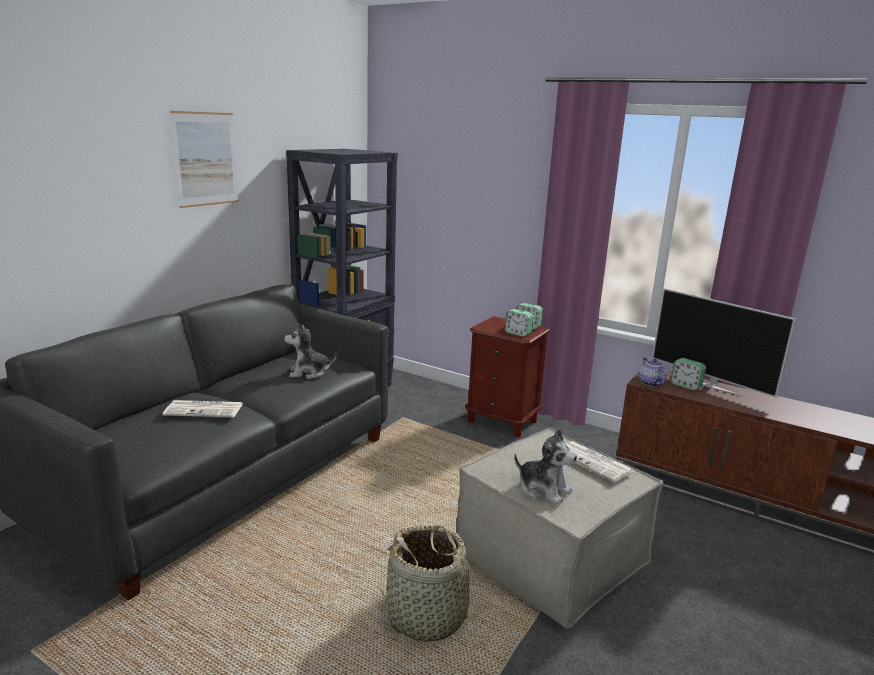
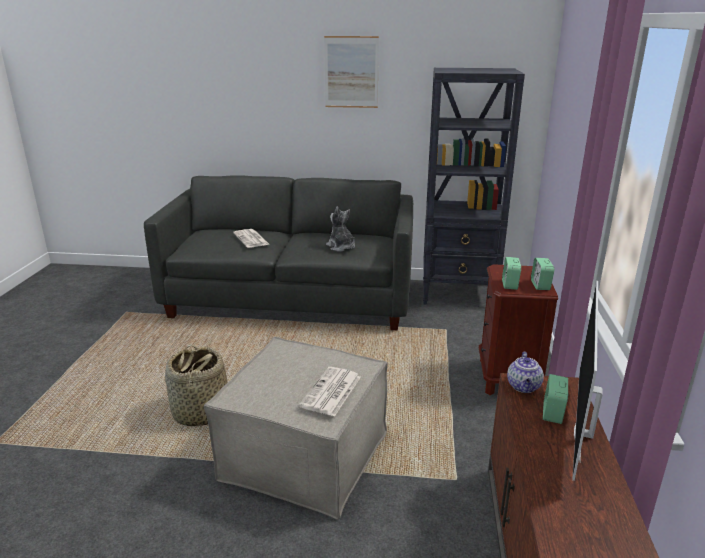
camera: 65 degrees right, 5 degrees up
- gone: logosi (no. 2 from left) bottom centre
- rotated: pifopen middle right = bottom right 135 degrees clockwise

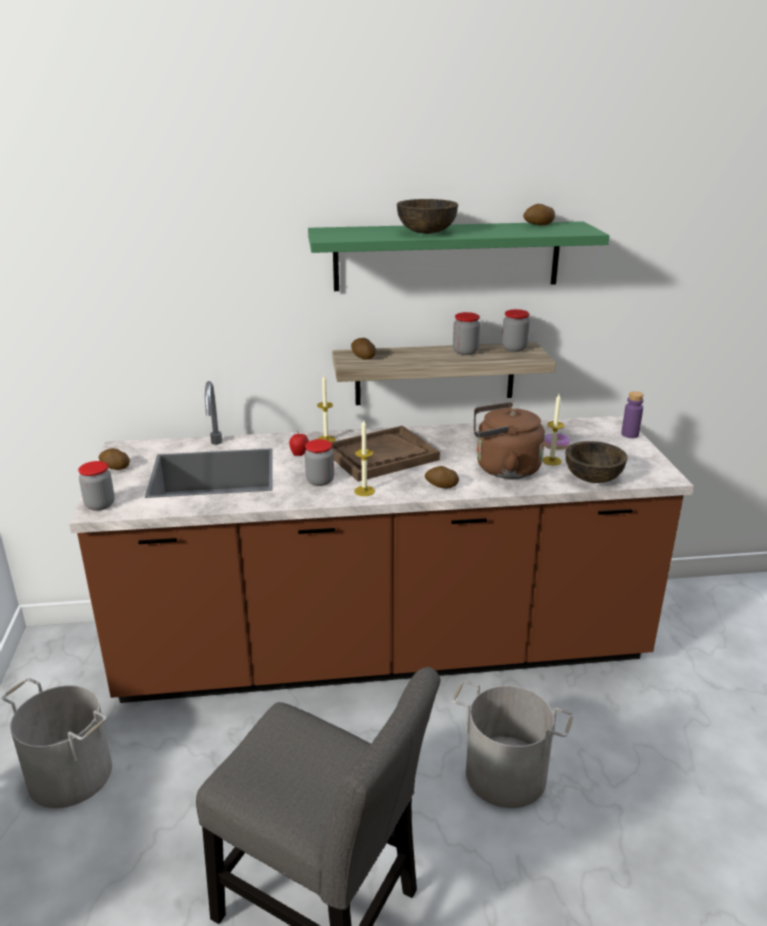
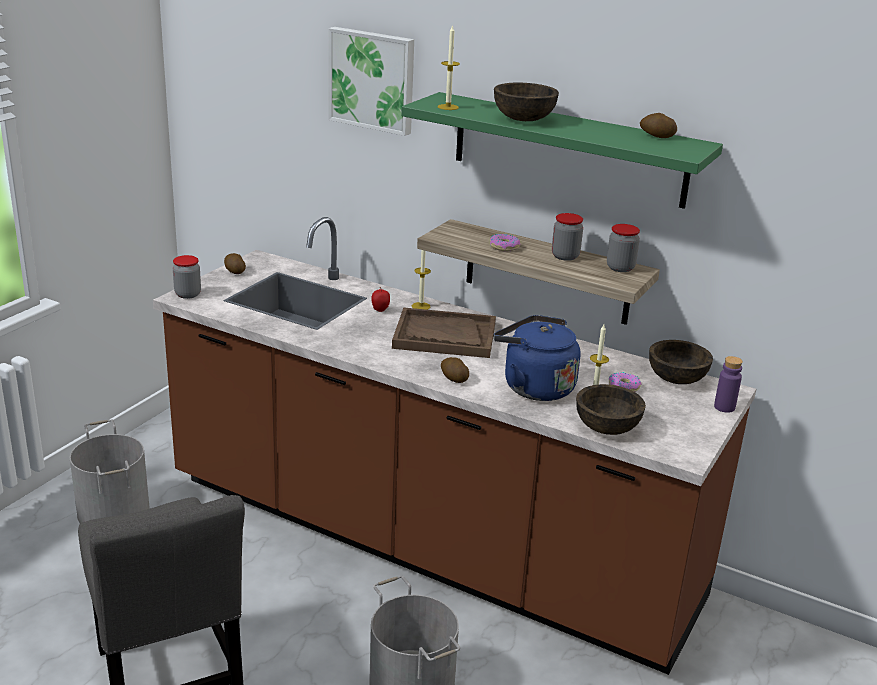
camera: 35 degrees right, 0 degrees up
- gone: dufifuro (no. 2 from left) centre
- gone: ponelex (no. 2 from left) centre
- new: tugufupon top centre
- new: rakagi (no. 1 from left) centre
- new: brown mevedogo (no. 3 from left) middle right
- shifted: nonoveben (no. 2 from left) centre to top centre
- repainted: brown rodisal centre to blue rodisal centre

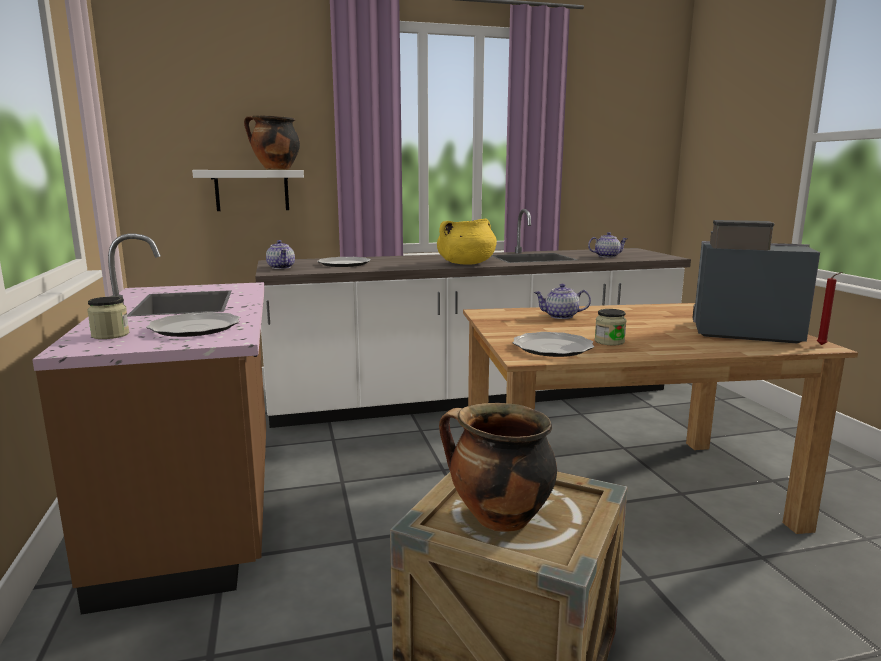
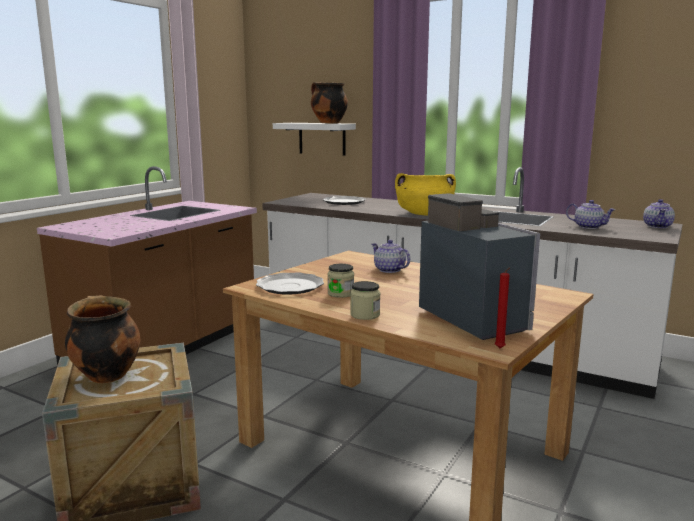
camera: 45 degrees right, 0 degrees up
- gone: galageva (no. 1 from left) middle left
- shifted: dufifuro (no. 1 from left in the first image) middle left to dufifuro (no. 2 from left) centre
- shifted: pifopen (no. 1 from left in the first image) middle left to pifopen (no. 3 from left) middle right

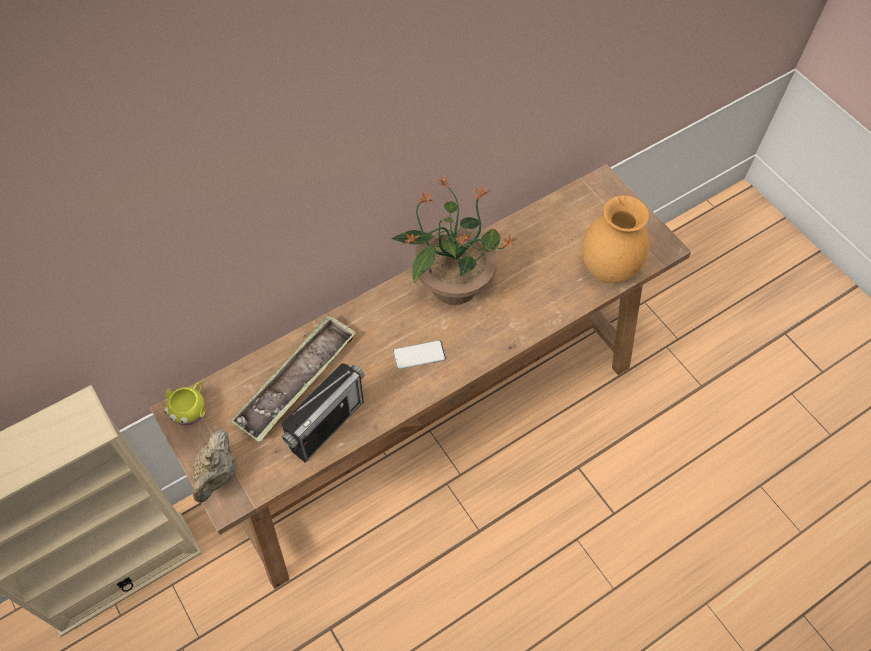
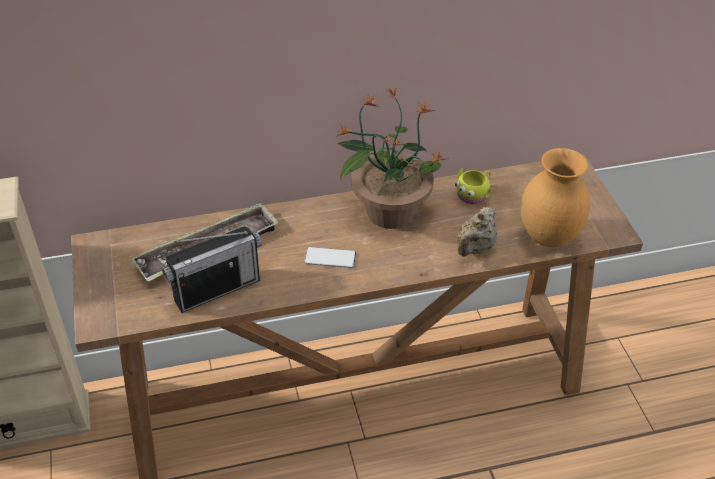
camera: 20 degrees right, 15 degrees down
- shifted: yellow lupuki middle left to centre
- shifted: beige pifopen bottom left to middle right

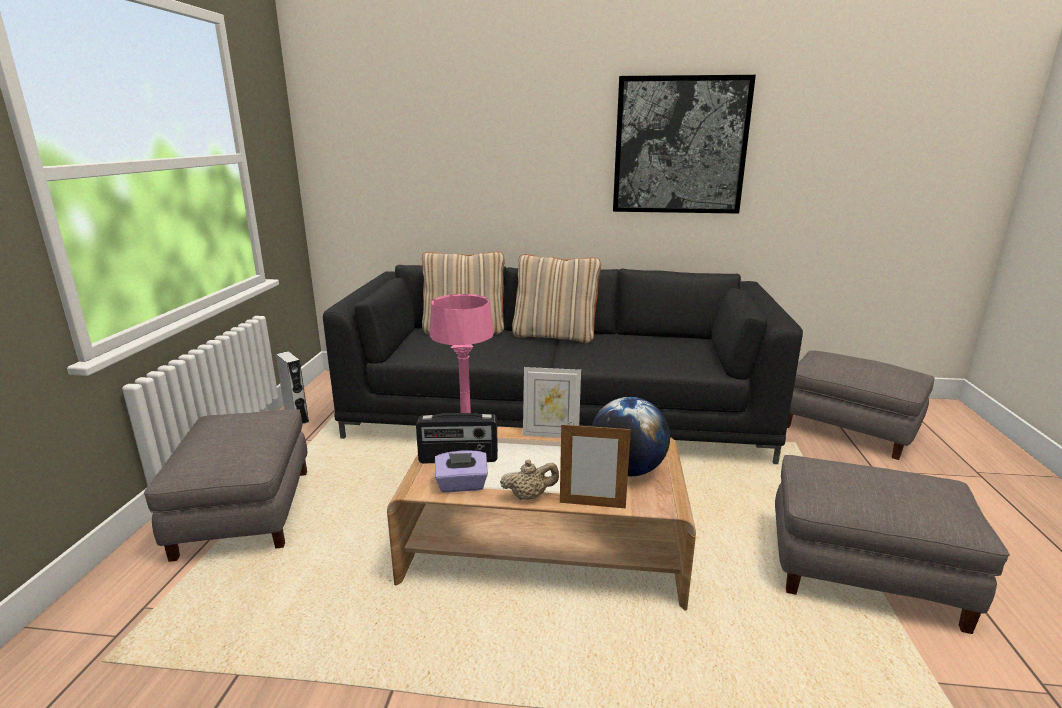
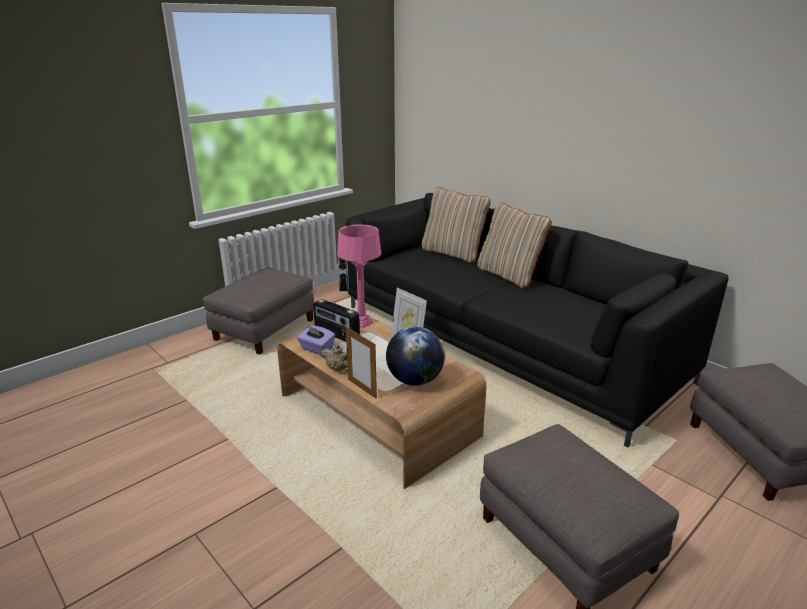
camera: 40 degrees right, 5 degrees up
- gone: tugufupon top centre

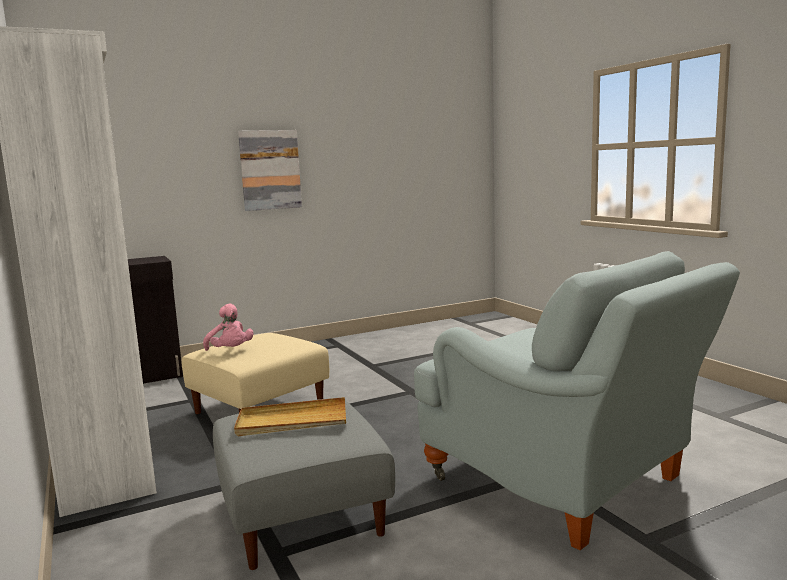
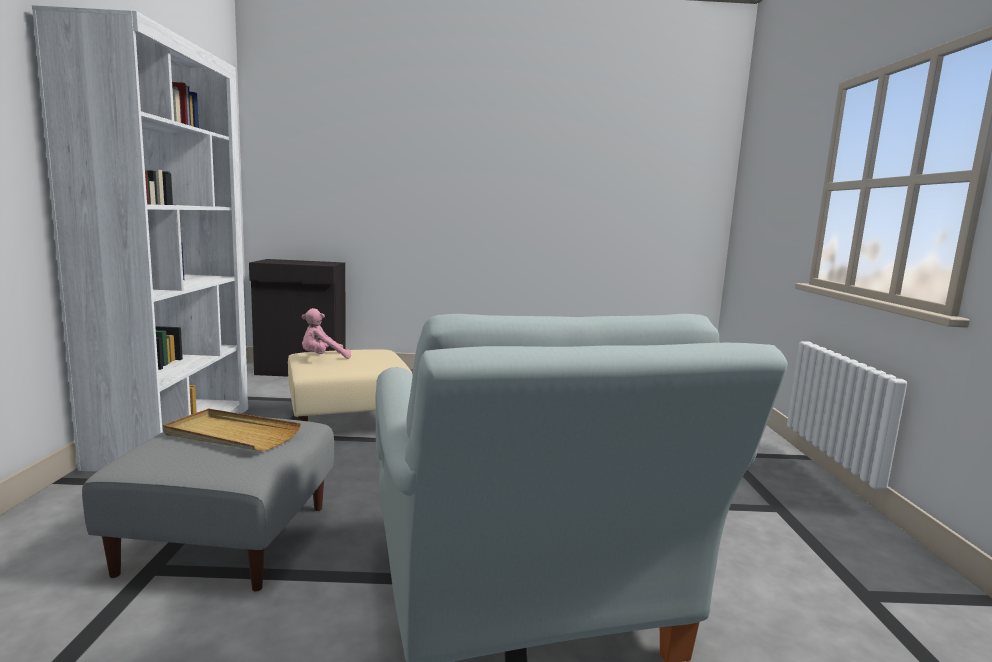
camera: 25 degrees right, 0 degrees up
- gone: tugufupon top centre
- rotated: pink logosi middle left = middle left 75 degrees clockwise

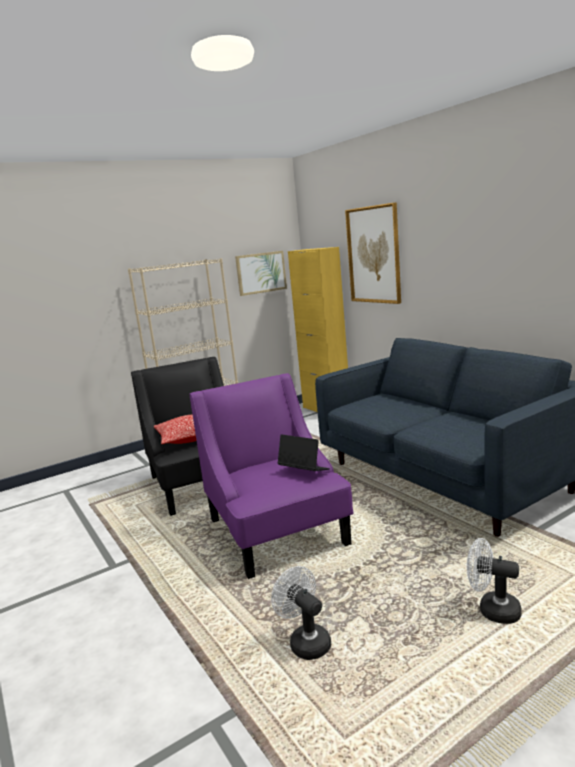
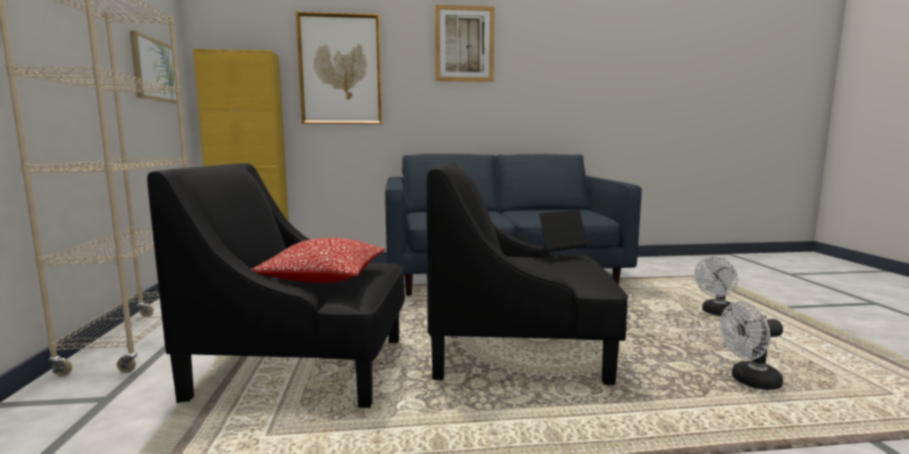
camera: 65 degrees left, 5 degrees down
- new: tugufupon (no. 3 from left) top centre
- repainted: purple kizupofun centre to black kizupofun (no. 2 from left) centre

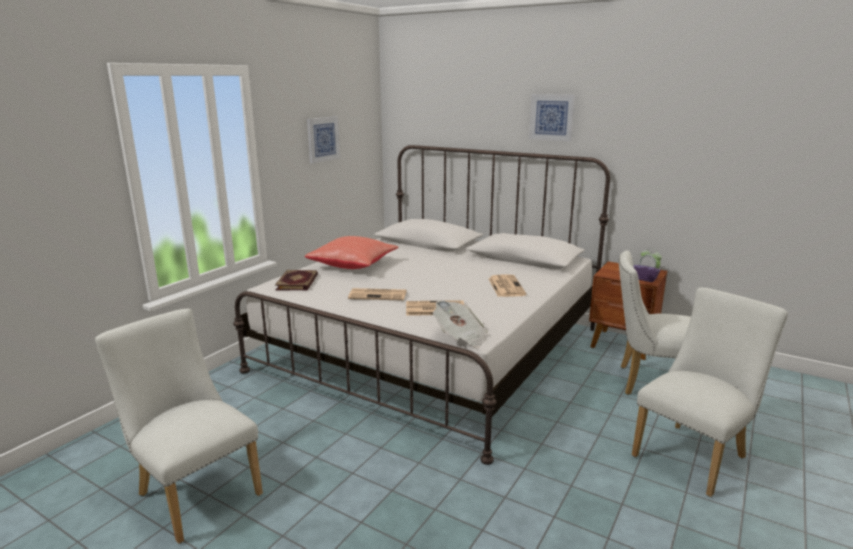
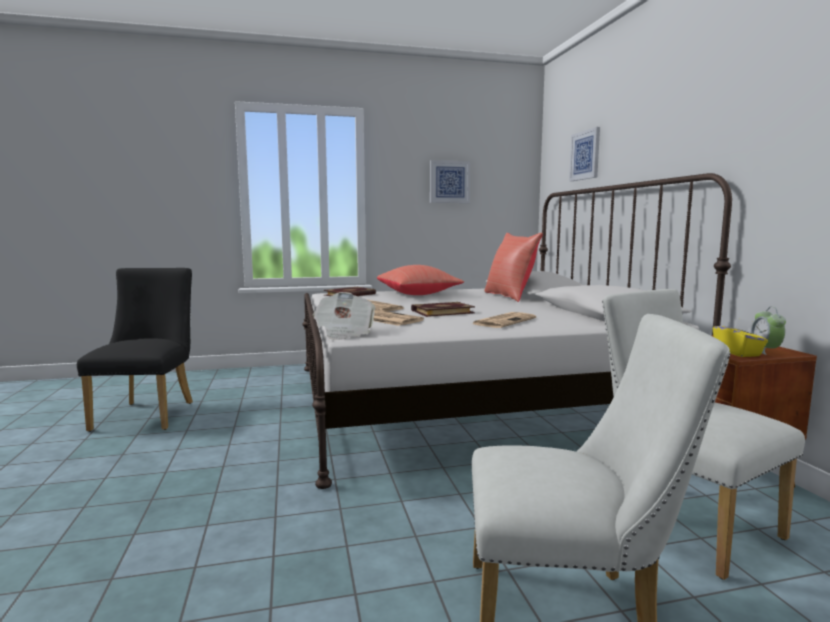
camera: 45 degrees right, 10 degrees down
- new: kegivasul (no. 2 from left) centre
- new: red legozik (no. 2 from left) centre
- shifted: tugufupon (no. 2 from left) top centre to top right
- repainted: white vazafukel (no. 1 from left) bottom left to black vazafukel middle left
- repainted: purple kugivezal middle right to yellow kugivezal middle right

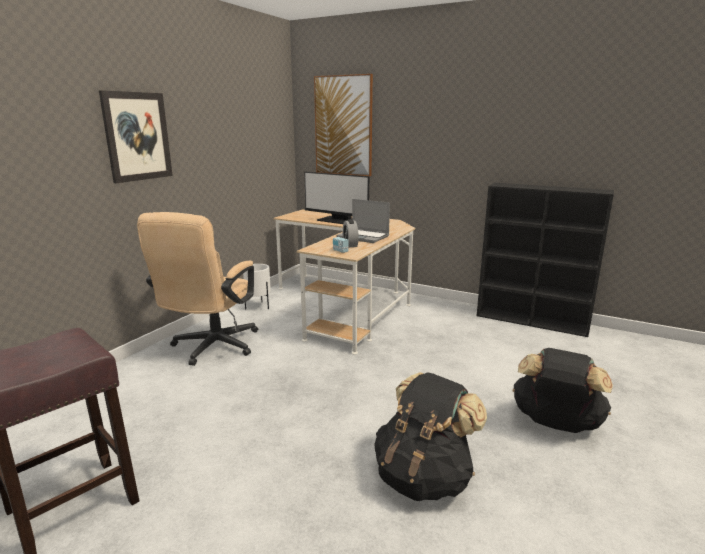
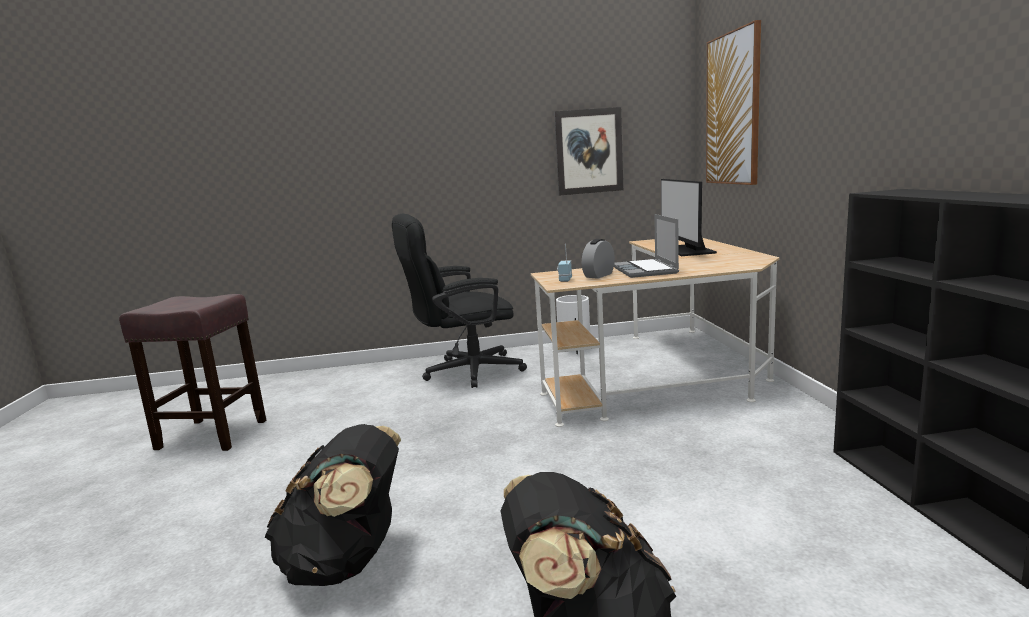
camera: 55 degrees right, 5 degrees down
- shifted: tugufupon (no. 1 from left) top left to top centre
- repainted: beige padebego middle left to black padebego centre

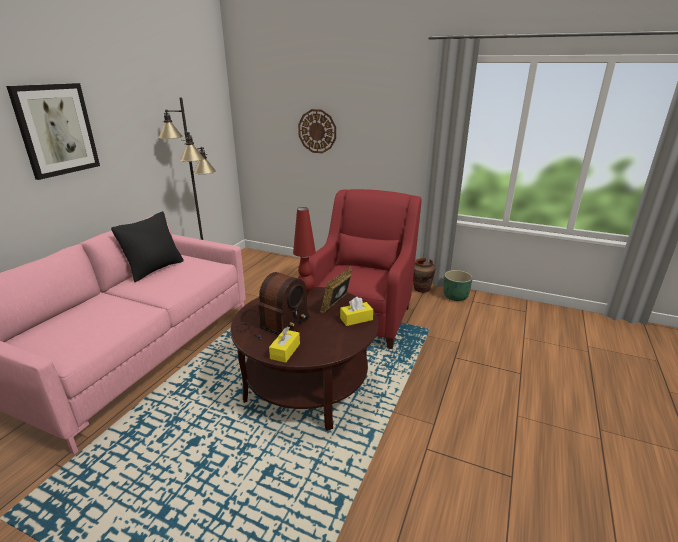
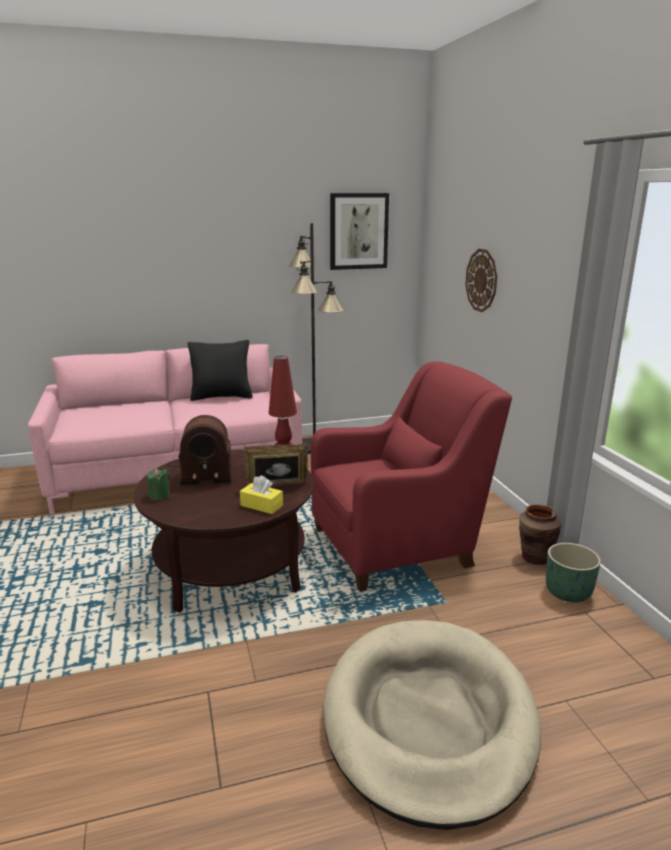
camera: 50 degrees right, 5 degrees down
- new: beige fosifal bottom centre
- shifted: tugufupon top left to top centre
- swapped: yellow kugivezal (no. 1 from left) centre to green nonoveben middle left

